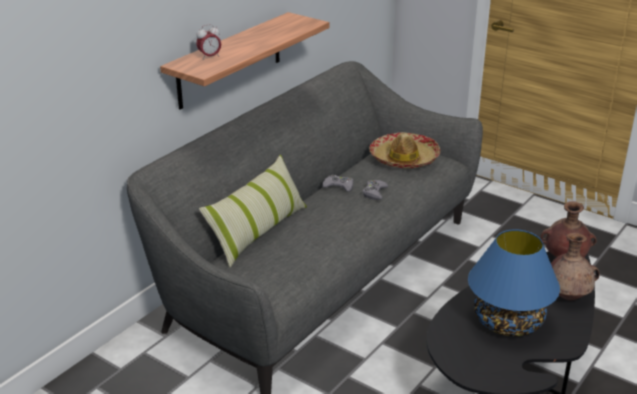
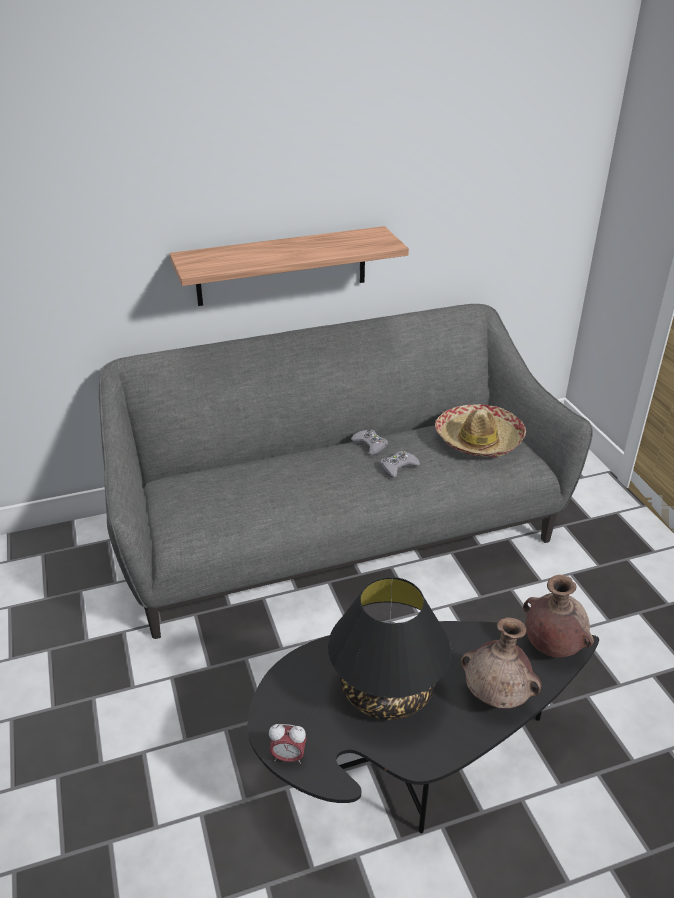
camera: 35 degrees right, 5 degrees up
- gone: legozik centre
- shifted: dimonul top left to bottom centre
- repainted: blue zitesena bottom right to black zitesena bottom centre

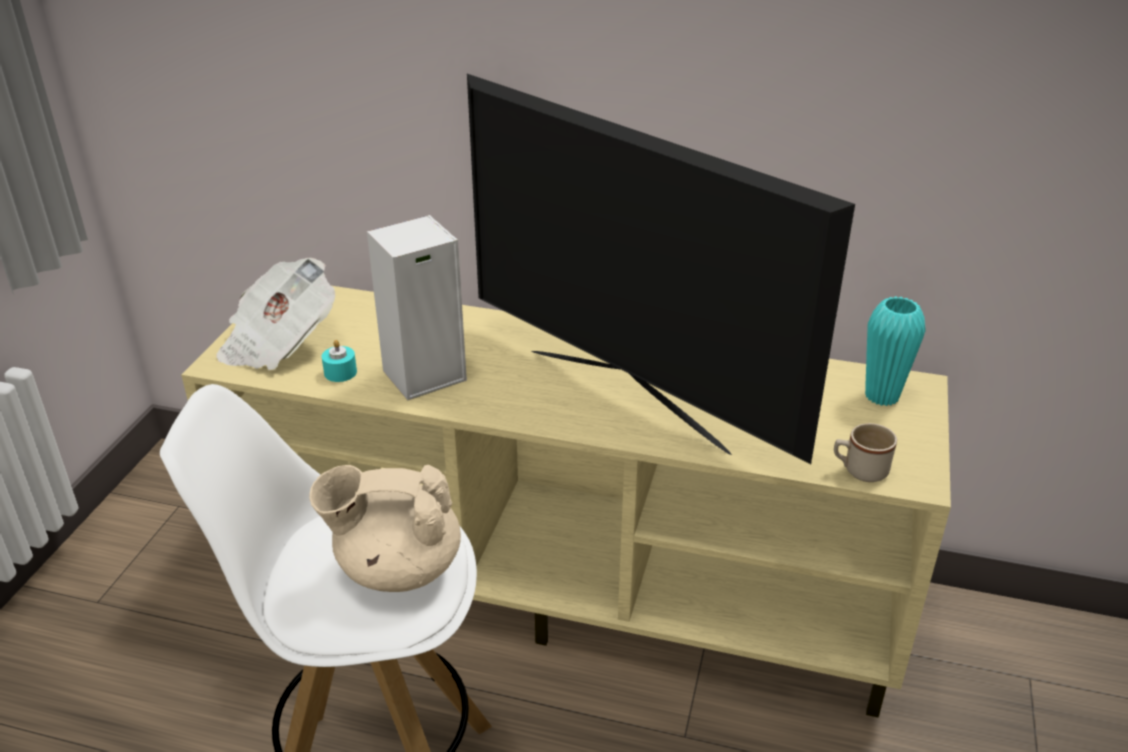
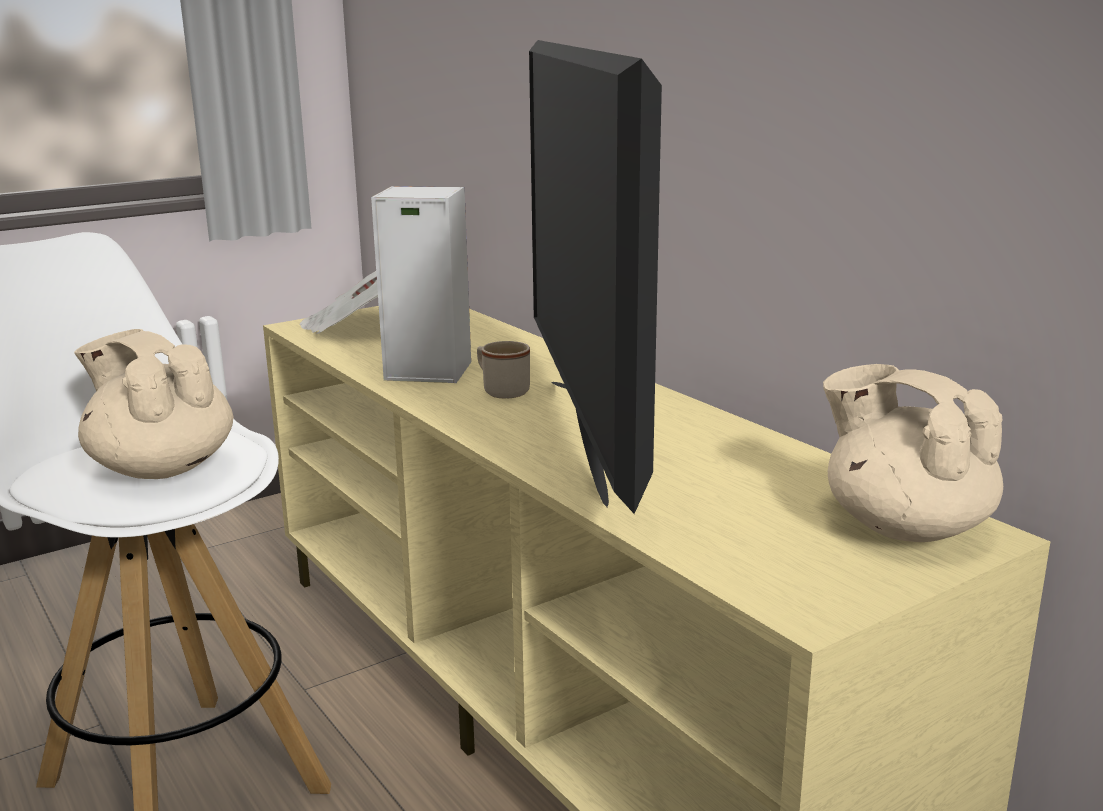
camera: 40 degrees right, 15 degrees down
- gone: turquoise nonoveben middle left
- shifted: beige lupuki middle right to centre
- swapped: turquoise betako middle right to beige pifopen (no. 2 from left) middle right

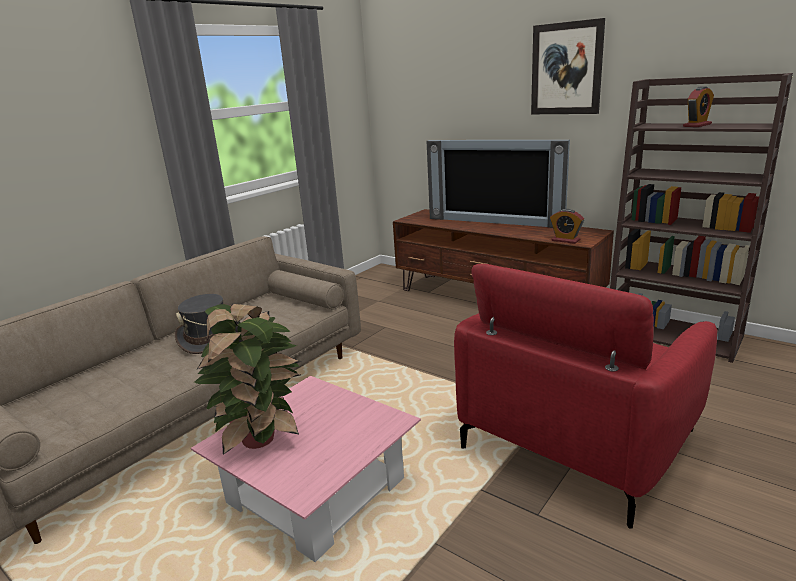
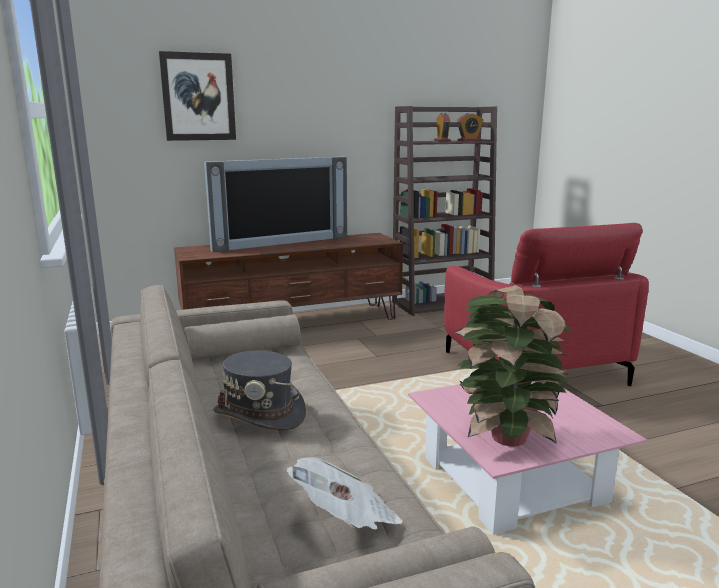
camera: 60 degrees left, 5 degrees down
- new: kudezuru bottom centre
- shifted: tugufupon top right to top left
- shifted: dimonul (no. 1 from left in the first image) middle right to dimonul (no. 2 from left) top centre

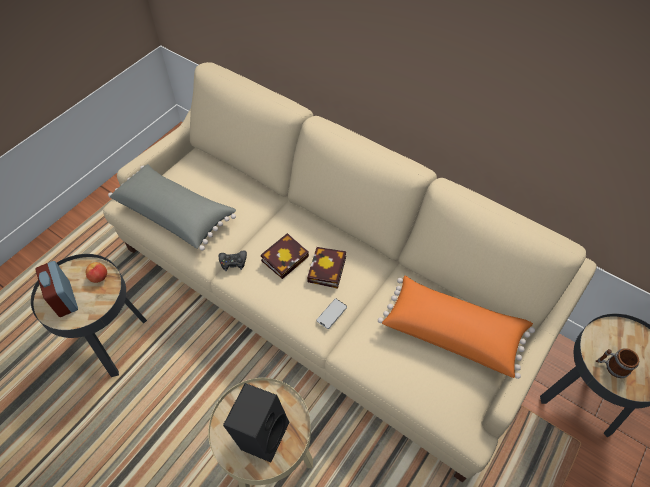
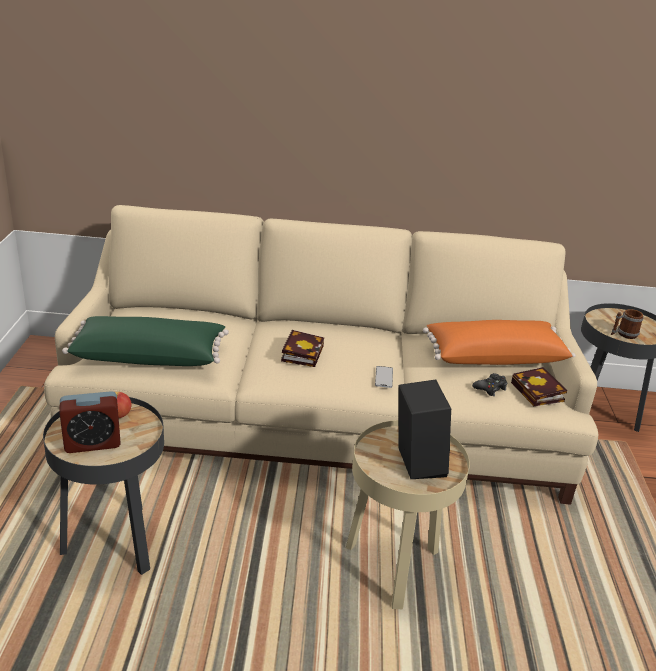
camera: 35 degrees left, 25 degrees down
- shifted: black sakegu centre to middle right
- shifted: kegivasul (no. 2 from left) centre to middle right
- repainted: grey legozik middle left to green legozik middle left
- rotated: dimonul middle left = middle left 45 degrees counterclockwise

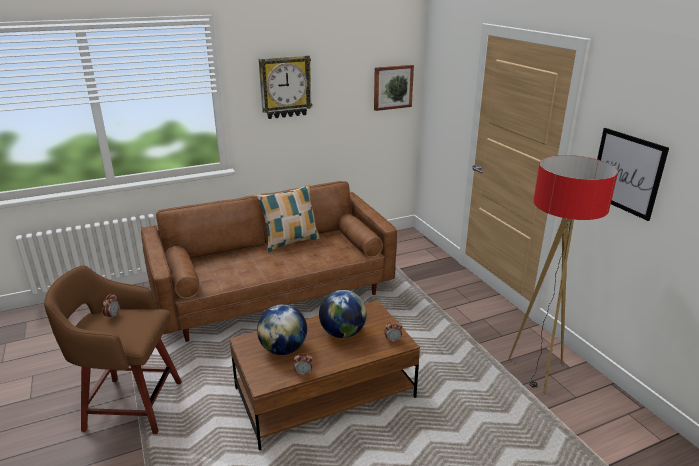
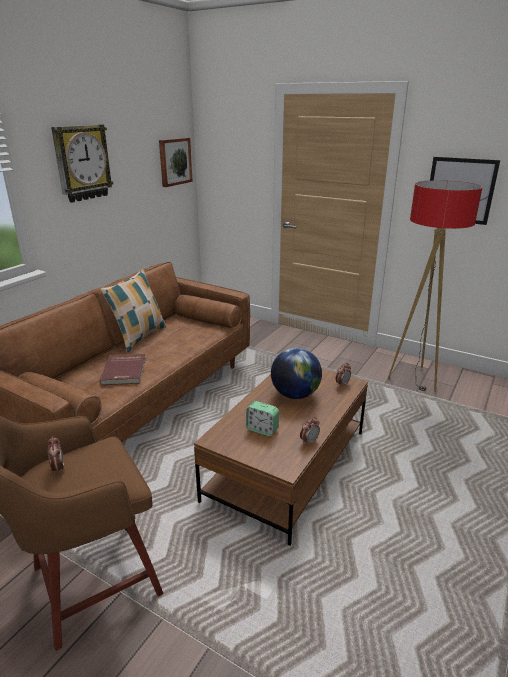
camera: 35 degrees left, 0 degrees up
- new: red kegivasul middle left
- swapped: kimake (no. 1 from left) bottom centre to dimonul (no. 2 from left) centre

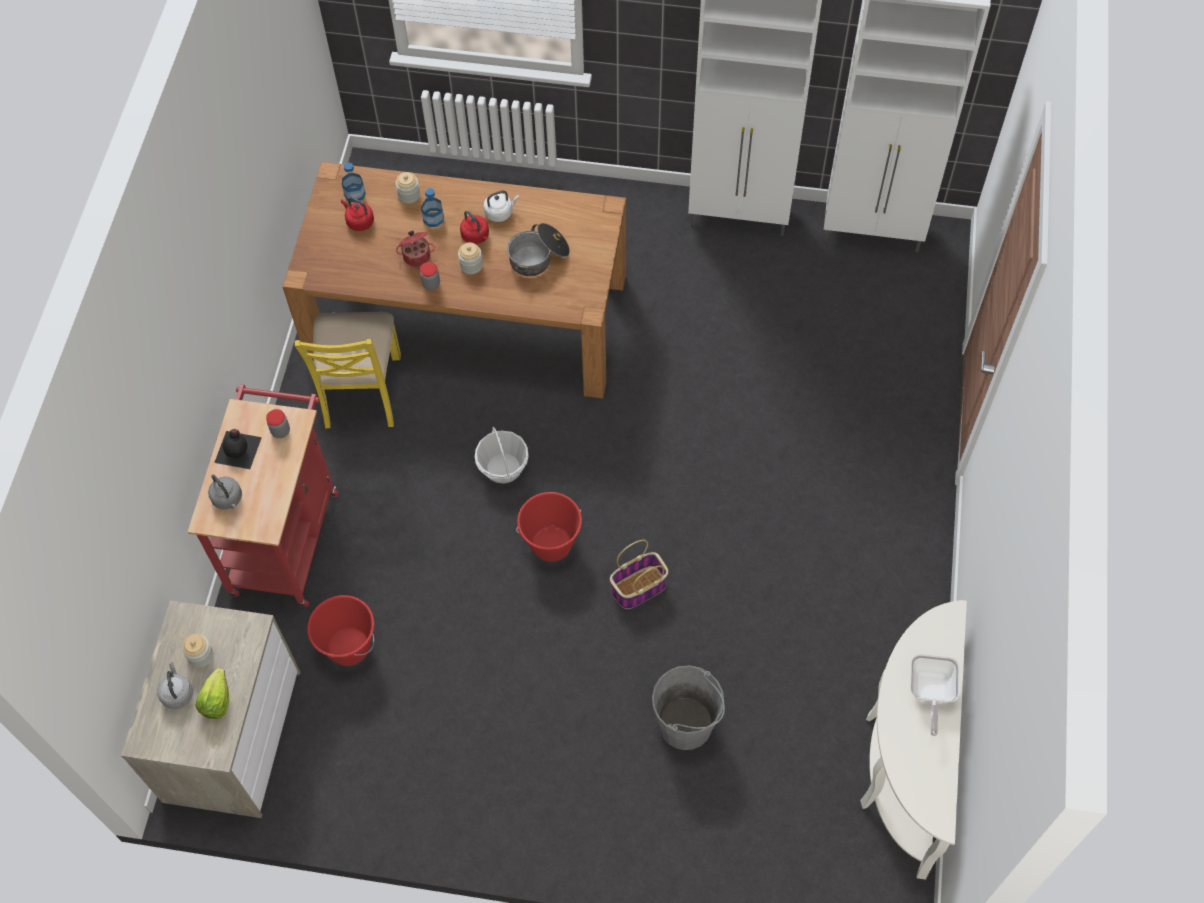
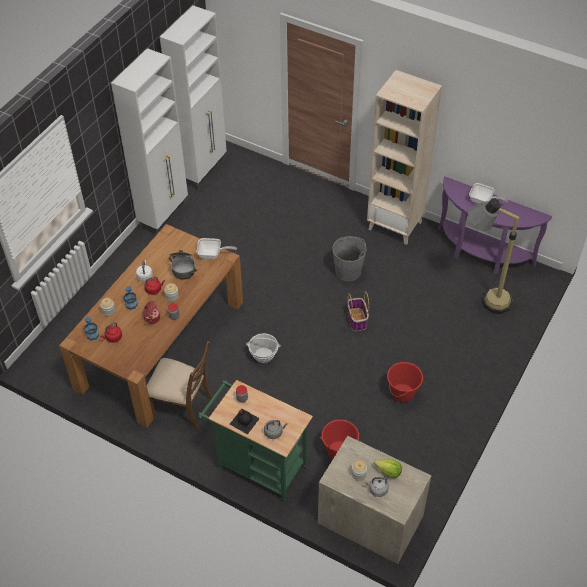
camera: 70 degrees left, 10 degrees down
- new: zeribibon (no. 1 from left) centre
- new: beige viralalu top right
- new: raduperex middle right
- shifted: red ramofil (no. 2 from left) centre to middle right
- shifted: grey ramofil bottom centre to centre
- repainted: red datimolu middle left to green datimolu bottom centre
- repainted: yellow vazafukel middle left to brown vazafukel middle left
- repainted: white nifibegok bottom right to purple nifibegok middle right

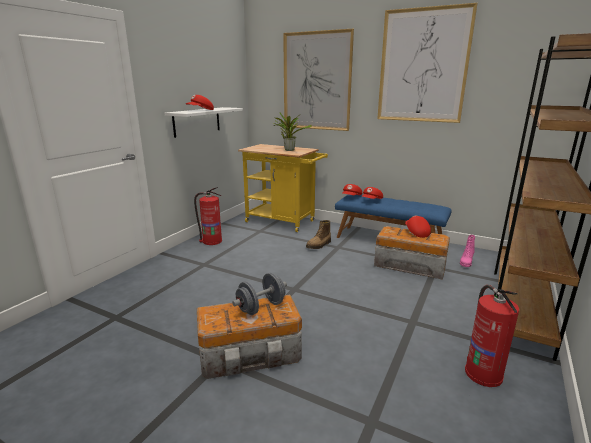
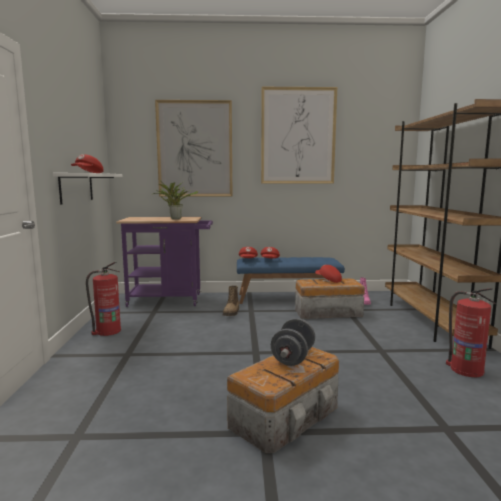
camera: 30 degrees left, 10 degrees down
- repainted: yellow datimolu centre to purple datimolu middle left

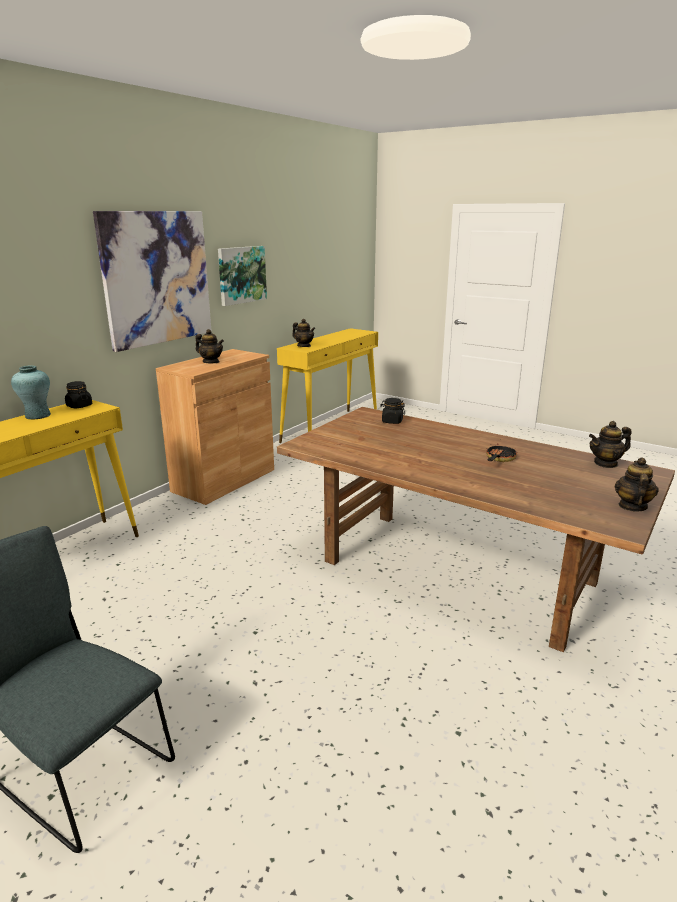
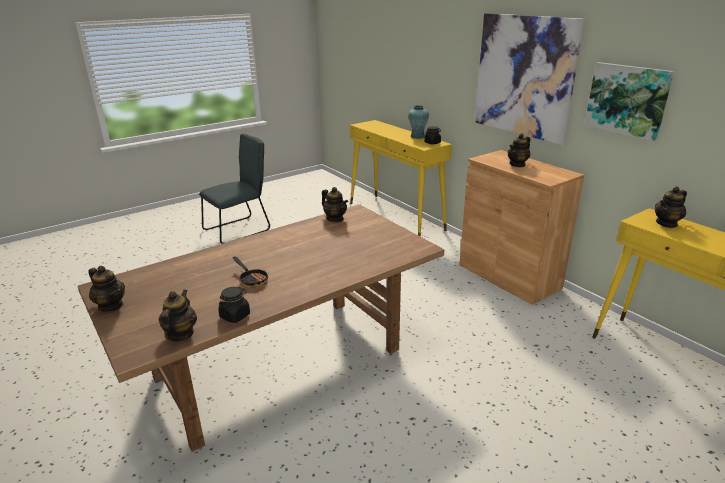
camera: 110 degrees right, 5 degrees up
- new: pifopen (no. 3 from left) centre
- shifted: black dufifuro (no. 2 from left in the first image) centre to black dufifuro (no. 1 from left) middle left

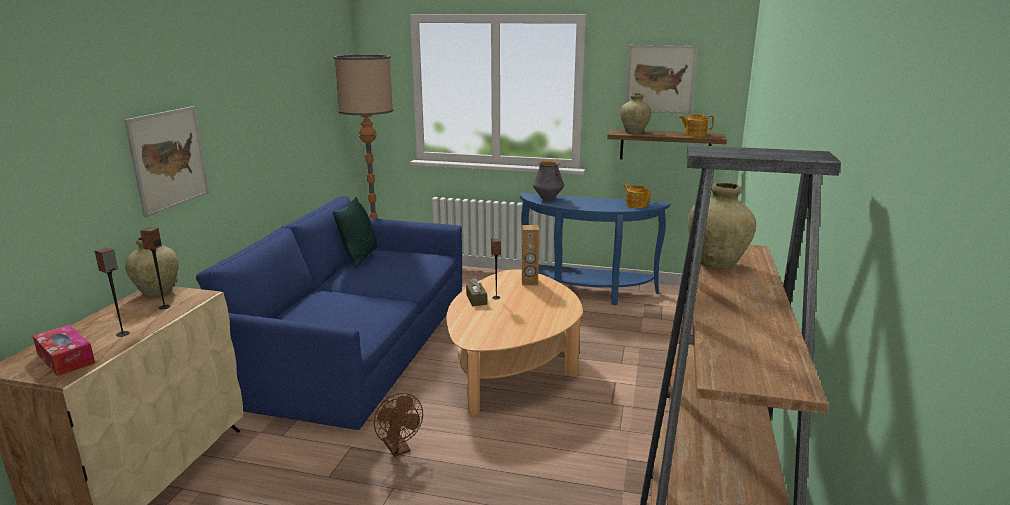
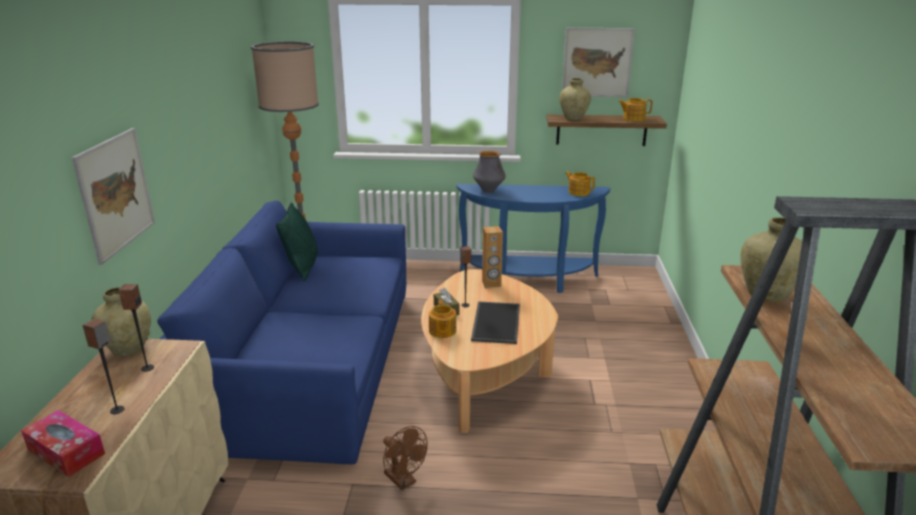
camera: 10 degrees left, 5 degrees up
- new: pifopen (no. 1 from left) centre
- new: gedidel centre

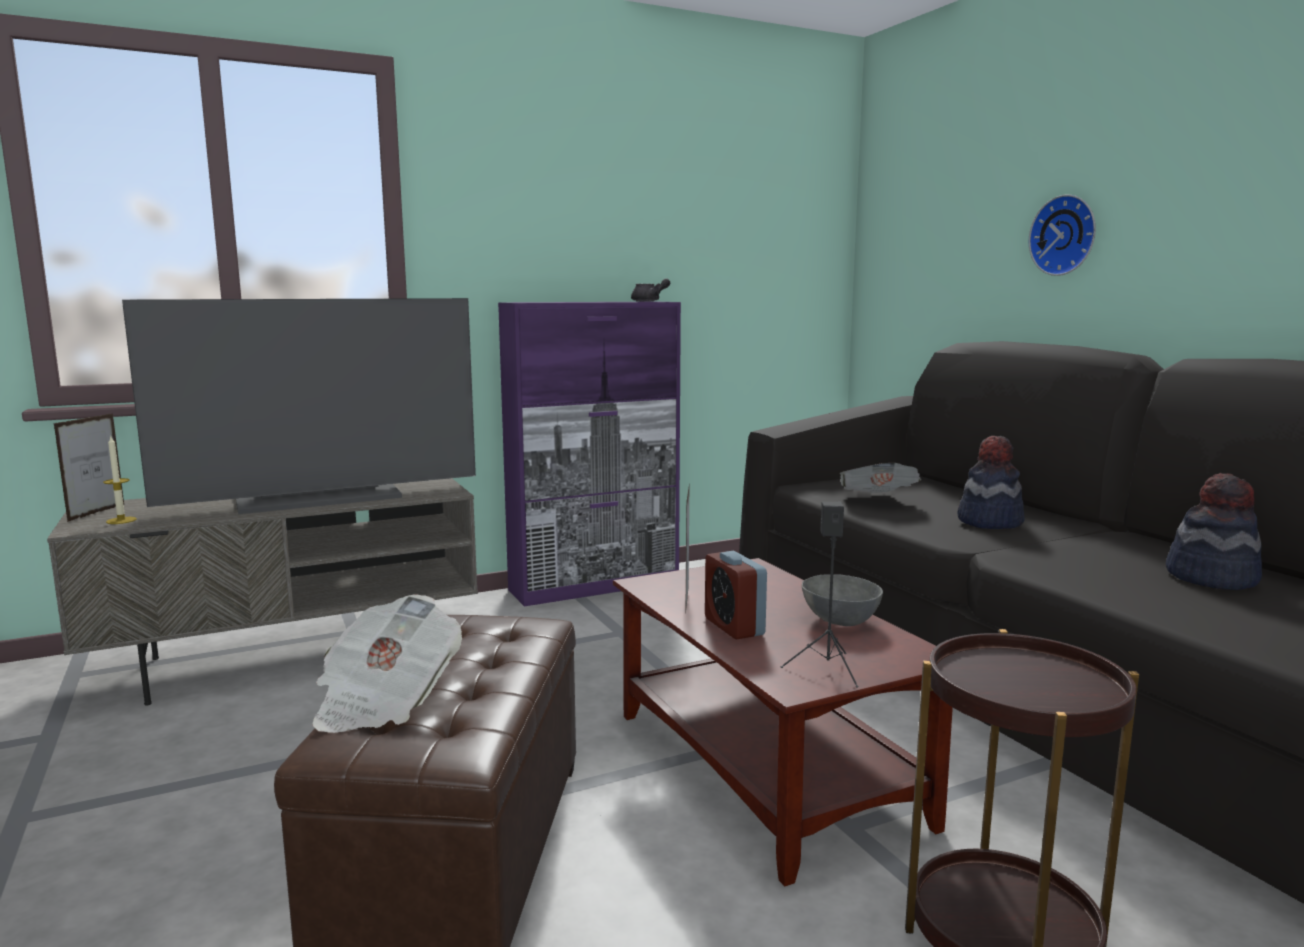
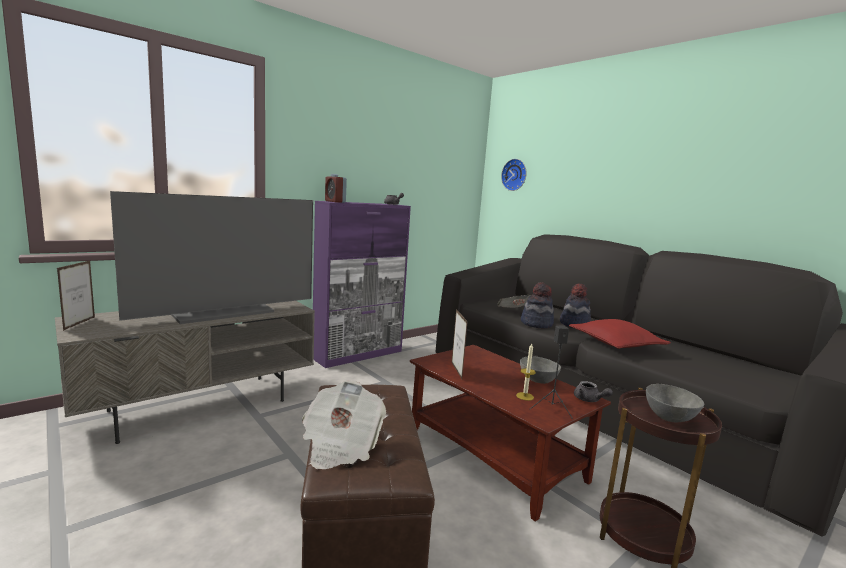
camera: 15 degrees left, 0 degrees up
- new: red legozik middle right
- new: grey pifopen (no. 2 from left) bottom right
- new: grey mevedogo (no. 2 from left) bottom right
- shifted: nonoveben middle left to centre
- shifted: dimonul centre to top centre
- shifted: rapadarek top right to top centre
- shifted: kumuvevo (no. 2 from left in the first image) middle right to kumuvevo (no. 1 from left) centre

